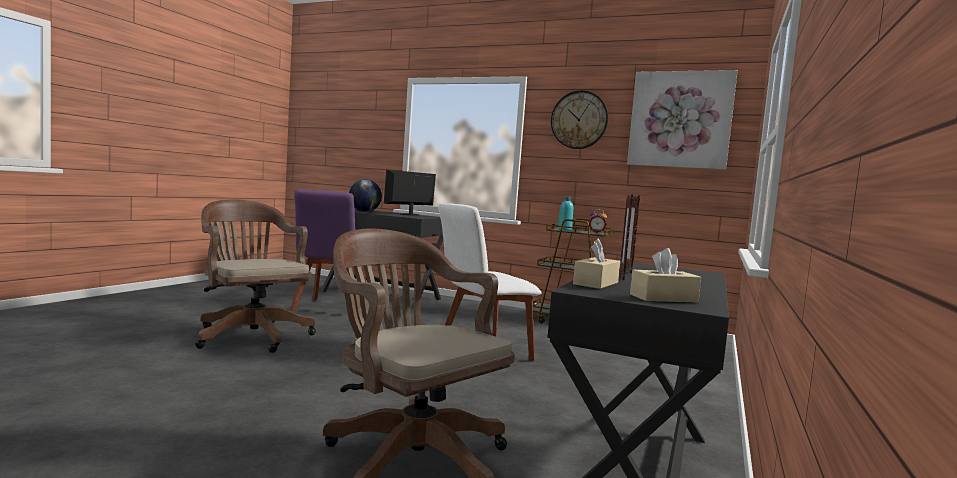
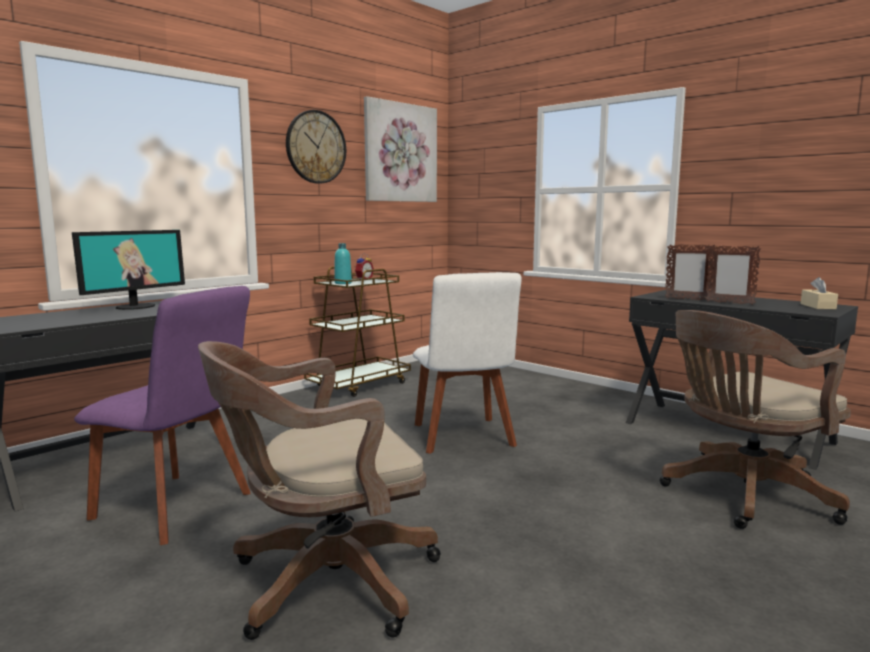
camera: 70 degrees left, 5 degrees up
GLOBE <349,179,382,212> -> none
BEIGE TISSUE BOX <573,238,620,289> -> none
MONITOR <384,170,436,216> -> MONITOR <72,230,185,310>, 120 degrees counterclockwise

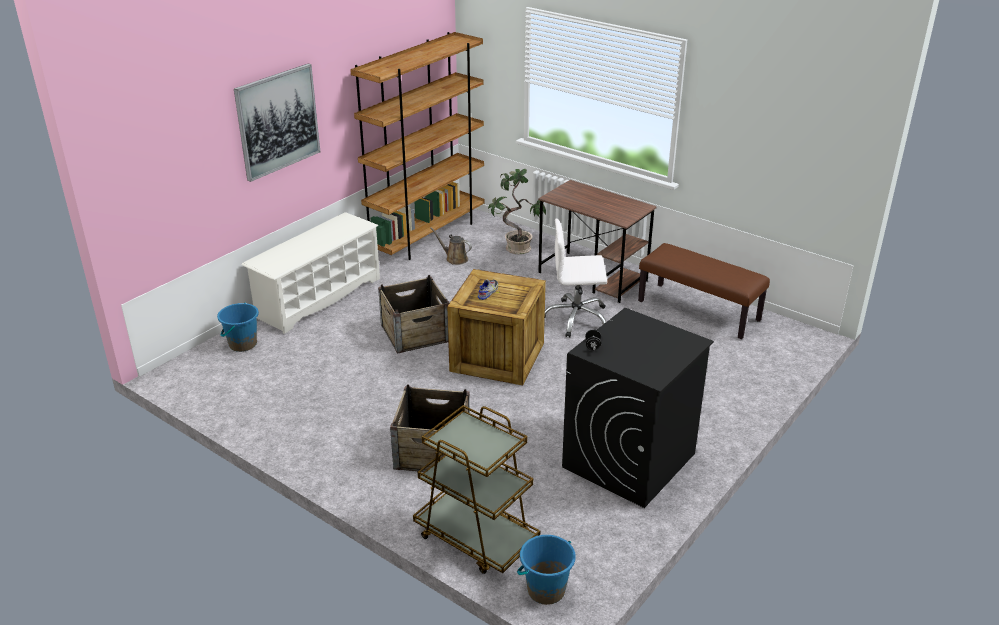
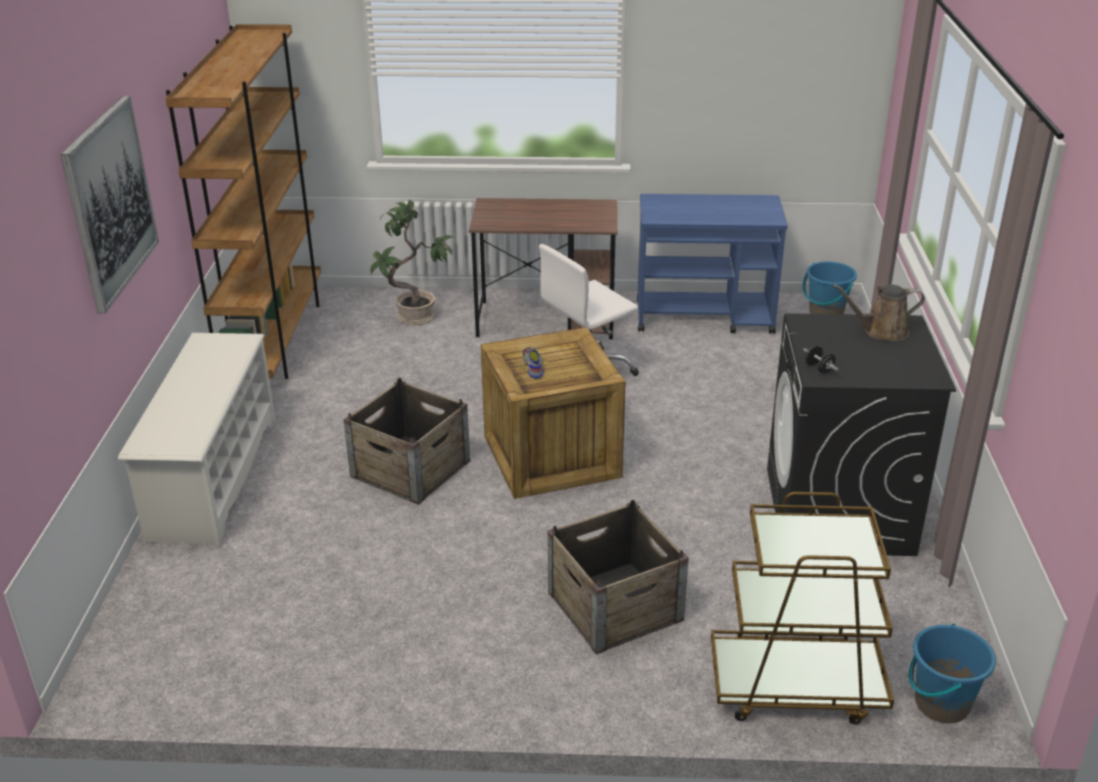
camera: 35 degrees left, 0 degrees up
BLUE BUCKET <217,303,259,352> -> BLUE BUCKET <803,261,857,314>, move
BROWN WATERING CAN <430,227,472,265> -> BROWN WATERING CAN <833,284,925,341>, move
BROWN BENCH <638,243,770,339> -> BLUE CART <637,194,788,334>

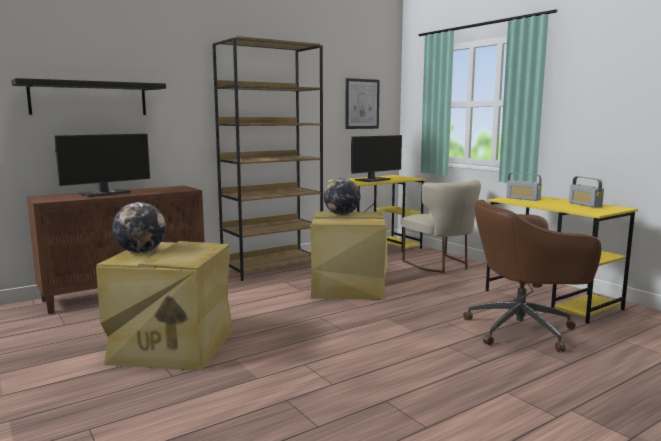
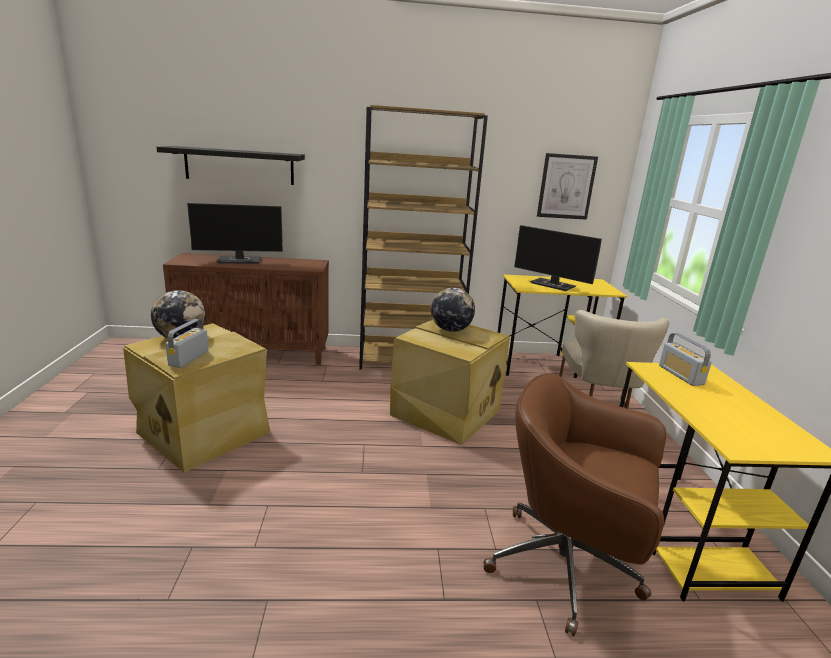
camera: 30 degrees right, 10 degrees up
RADIO <569,176,604,208> -> RADIO <166,319,209,368>, move
MONITOR <351,135,402,182> -> MONITOR <514,225,602,291>, 45 degrees clockwise

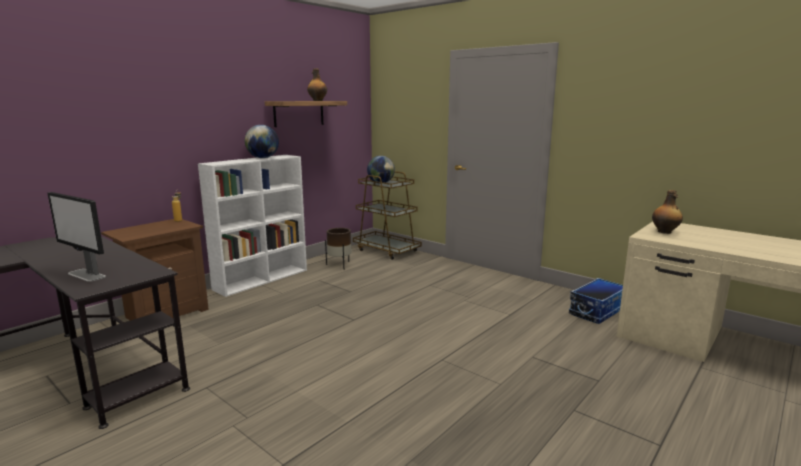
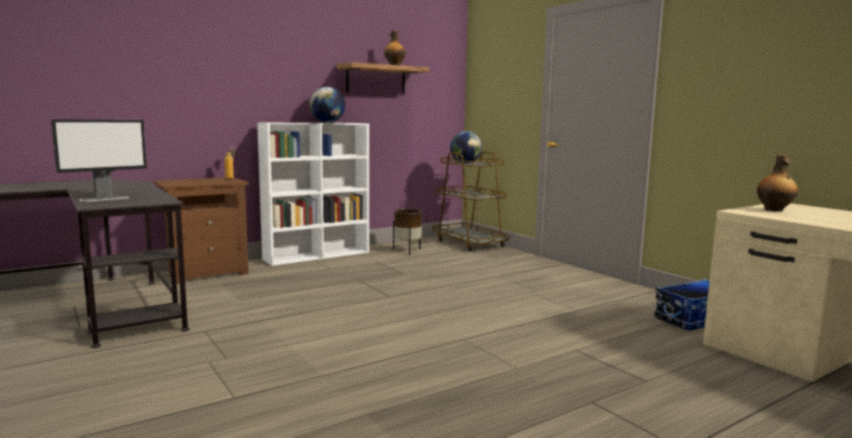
camera: 15 degrees right, 5 degrees down
MONITOR <47,192,106,282> -> MONITOR <51,119,147,202>, 90 degrees counterclockwise

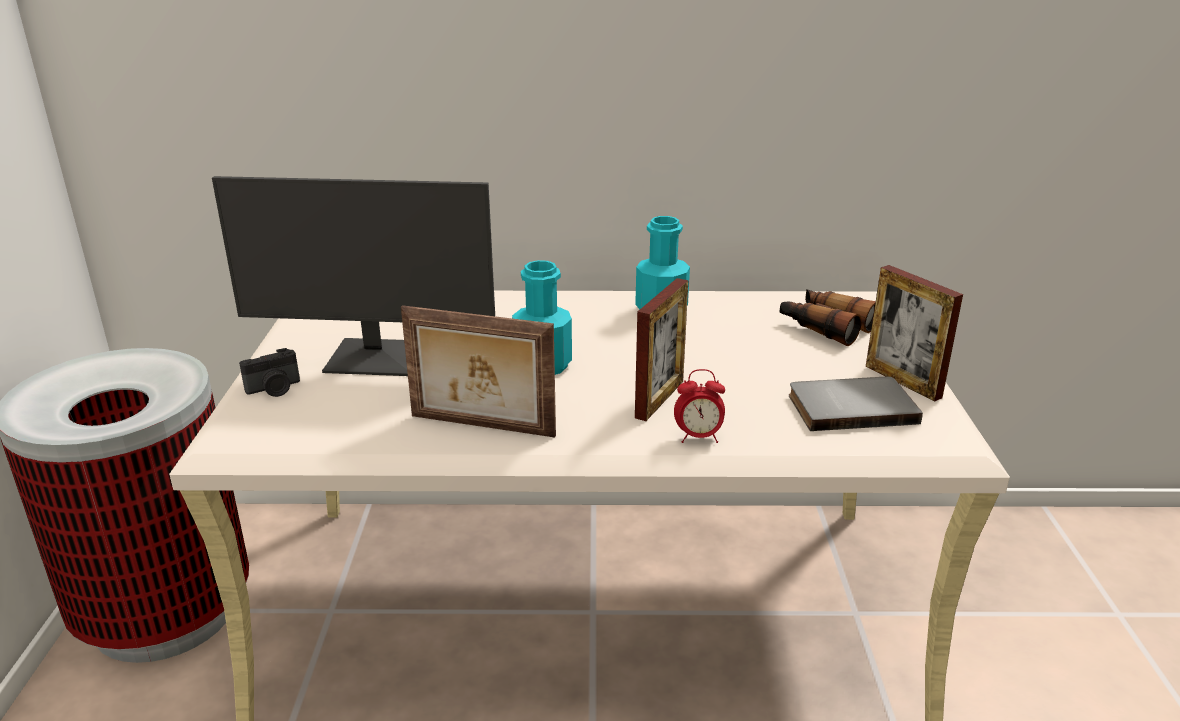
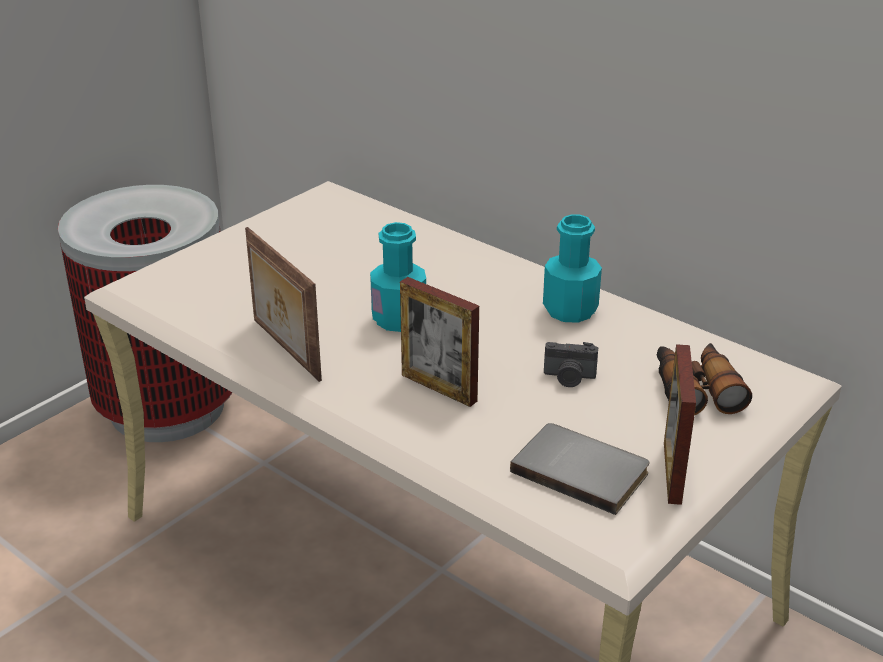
camera: 40 degrees right, 5 degrees up
MONITOR <212,176,495,376> -> none
ALARM CLOCK <674,369,725,443> -> none
PHOTO CAMERA <239,348,300,397> -> PHOTO CAMERA <544,342,598,387>, move
PICTURE FRAME <635,278,688,421> -> PICTURE FRAME <400,277,479,407>, 60 degrees clockwise

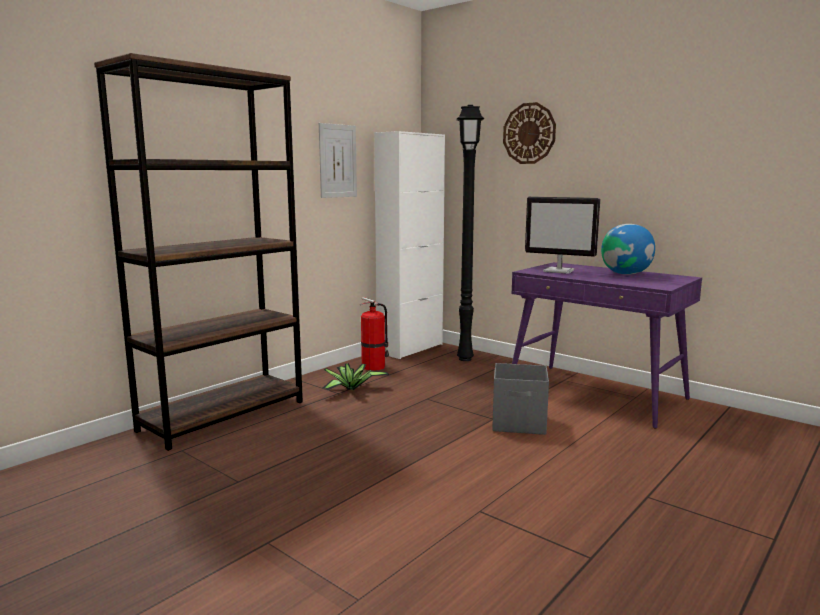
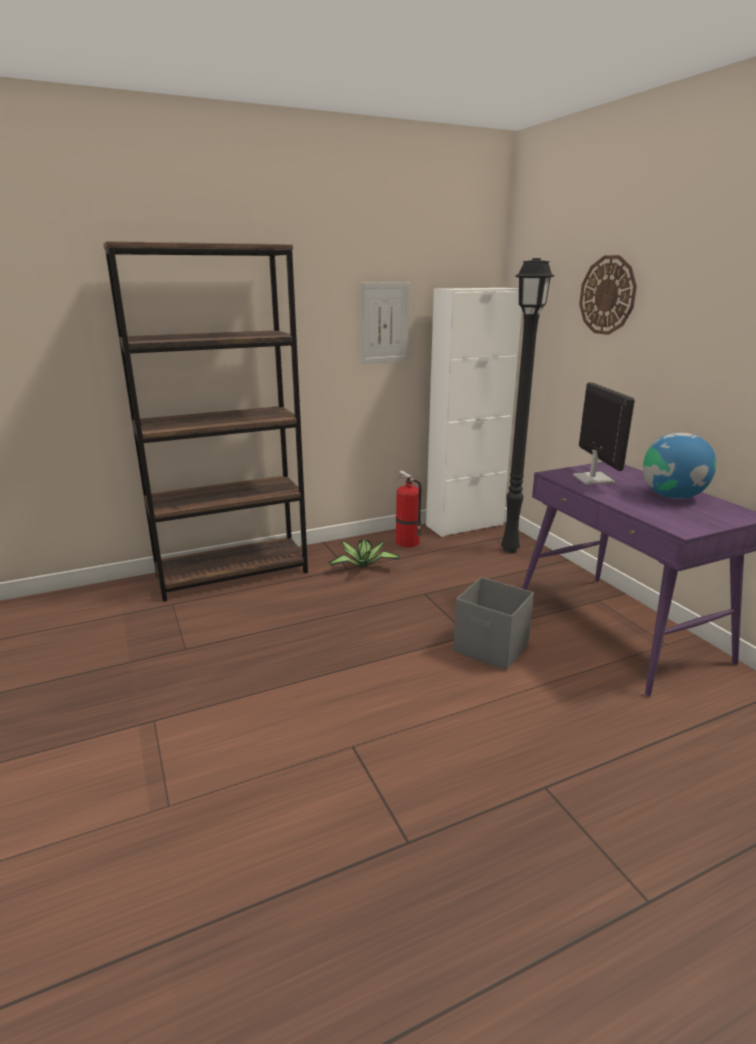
camera: 25 degrees right, 10 degrees up
MONITOR <525,197,600,274> -> MONITOR <573,382,635,485>, 150 degrees counterclockwise

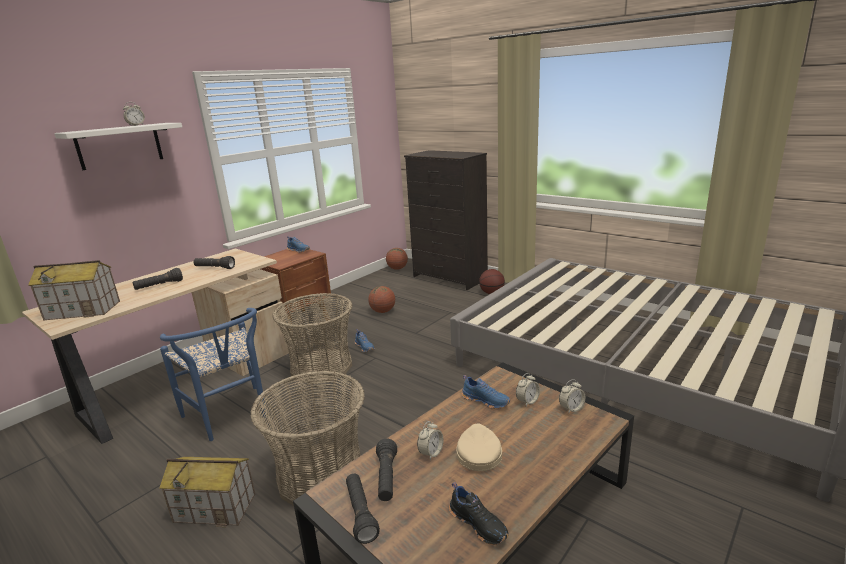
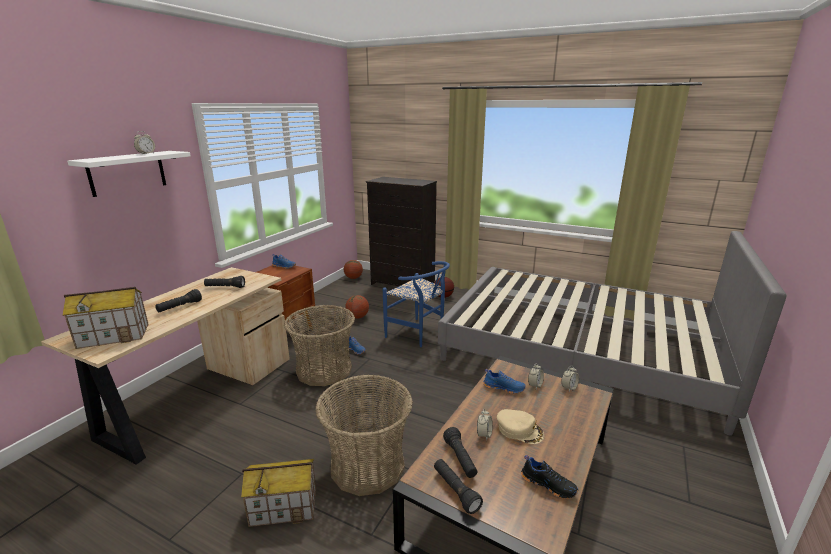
camera: 15 degrees left, 0 degrees up
BLUE CHAIR <160,308,267,441> -> BLUE CHAIR <383,261,450,347>, move
BEIGE CAP <456,424,502,471> -> BEIGE CAP <497,409,544,444>, 135 degrees clockwise

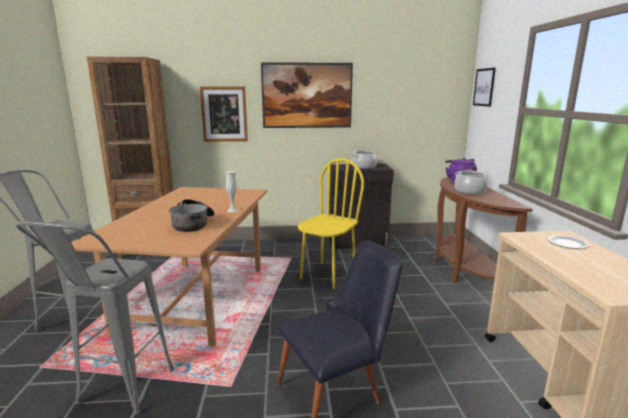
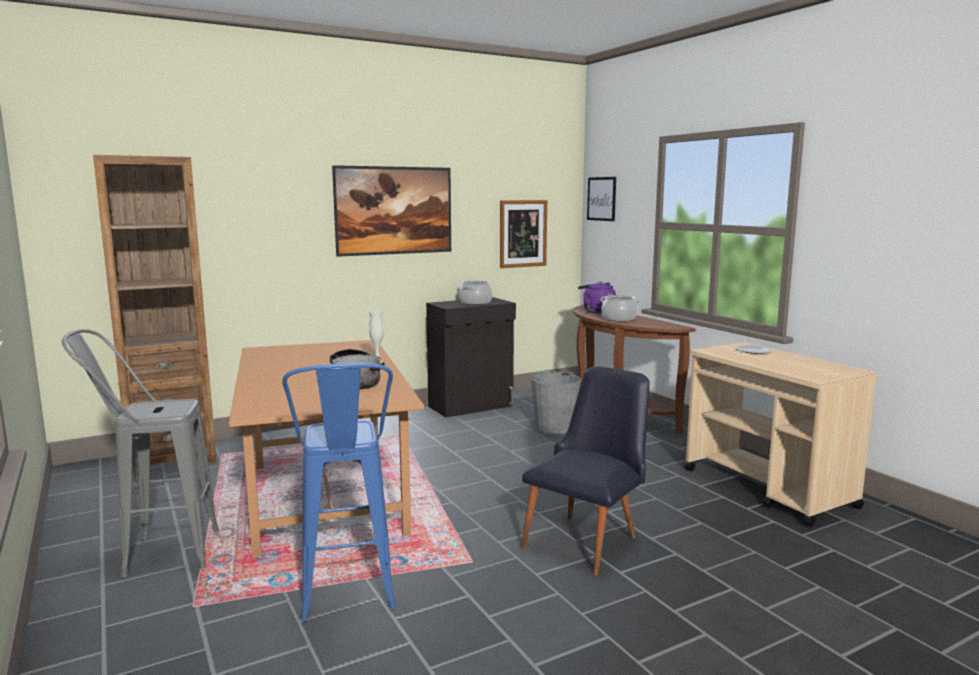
camera: 25 degrees left, 5 degrees down
YELLOW CHAIR <298,158,364,289> -> none
none -> GREY BUCKET <531,371,581,434>
PICTURE <200,86,248,142> -> PICTURE <500,200,547,268>, move
GREY STOOL <16,221,174,415> -> BLUE STOOL <282,363,396,621>

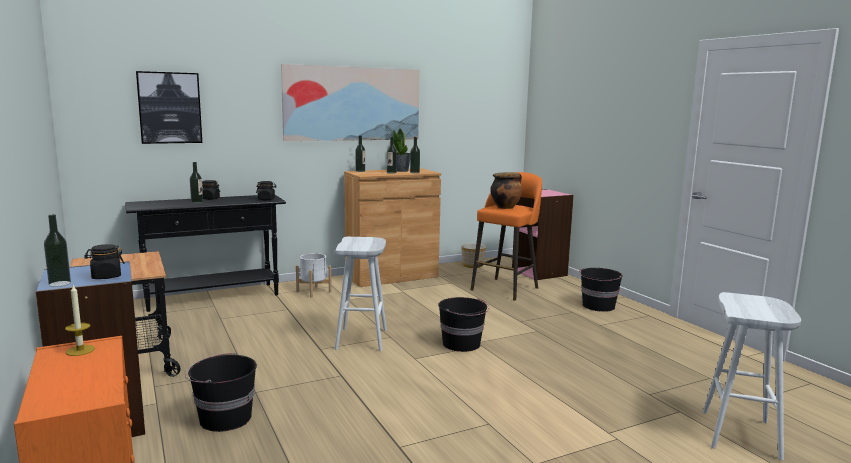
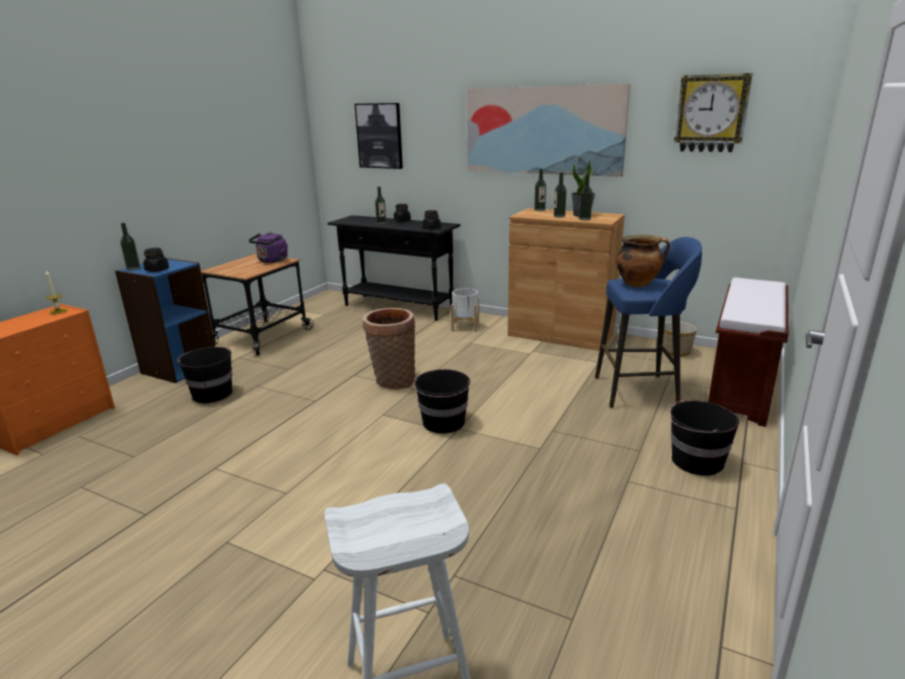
camera: 55 degrees right, 10 degrees up
none -> PURPLE KETTLE <249,232,288,263>
none -> WALL CLOCK <674,73,753,152>
WHITE STOOL <334,237,387,351> -> BASKET <362,308,415,390>
PINK BOOKCASE <512,189,574,280> -> BROWN BENCH <708,278,789,427>
ORANGE STOOL <471,172,542,301> -> BLUE STOOL <595,237,702,408>

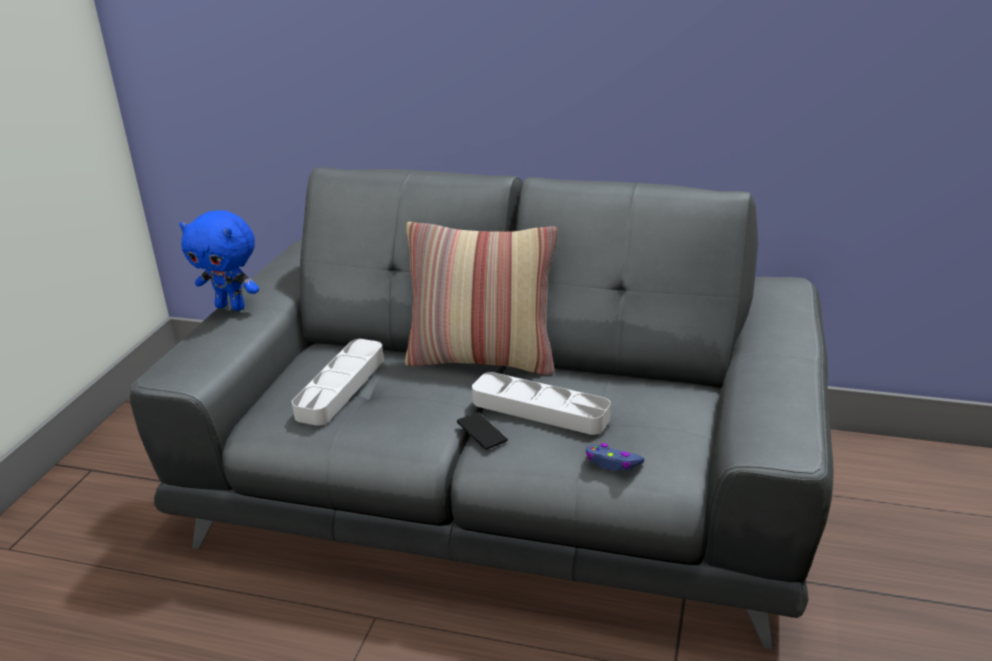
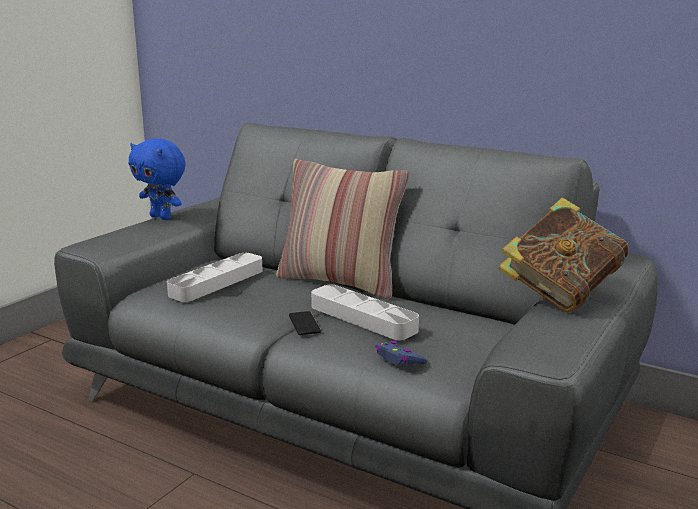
camera: 15 degrees right, 10 degrees down
none -> BOOK <498,197,629,312>

